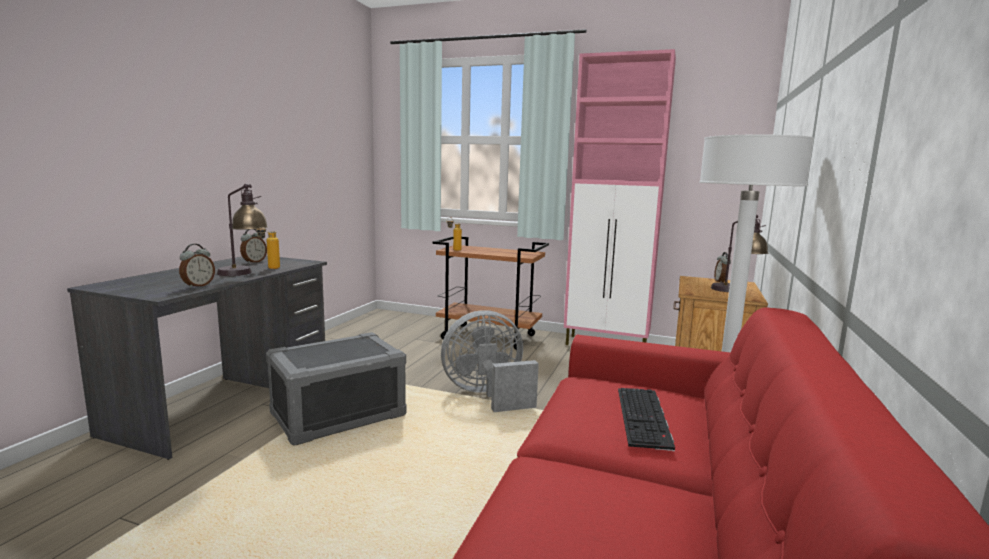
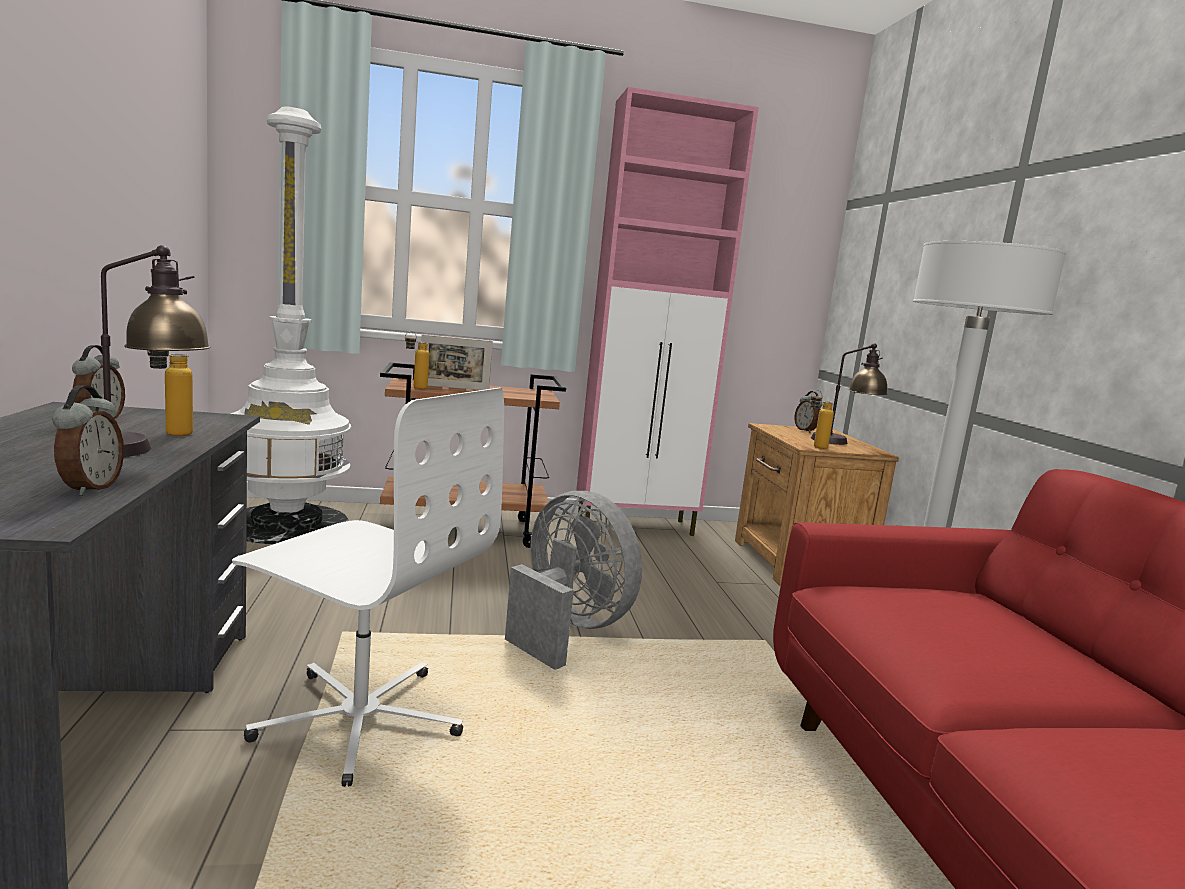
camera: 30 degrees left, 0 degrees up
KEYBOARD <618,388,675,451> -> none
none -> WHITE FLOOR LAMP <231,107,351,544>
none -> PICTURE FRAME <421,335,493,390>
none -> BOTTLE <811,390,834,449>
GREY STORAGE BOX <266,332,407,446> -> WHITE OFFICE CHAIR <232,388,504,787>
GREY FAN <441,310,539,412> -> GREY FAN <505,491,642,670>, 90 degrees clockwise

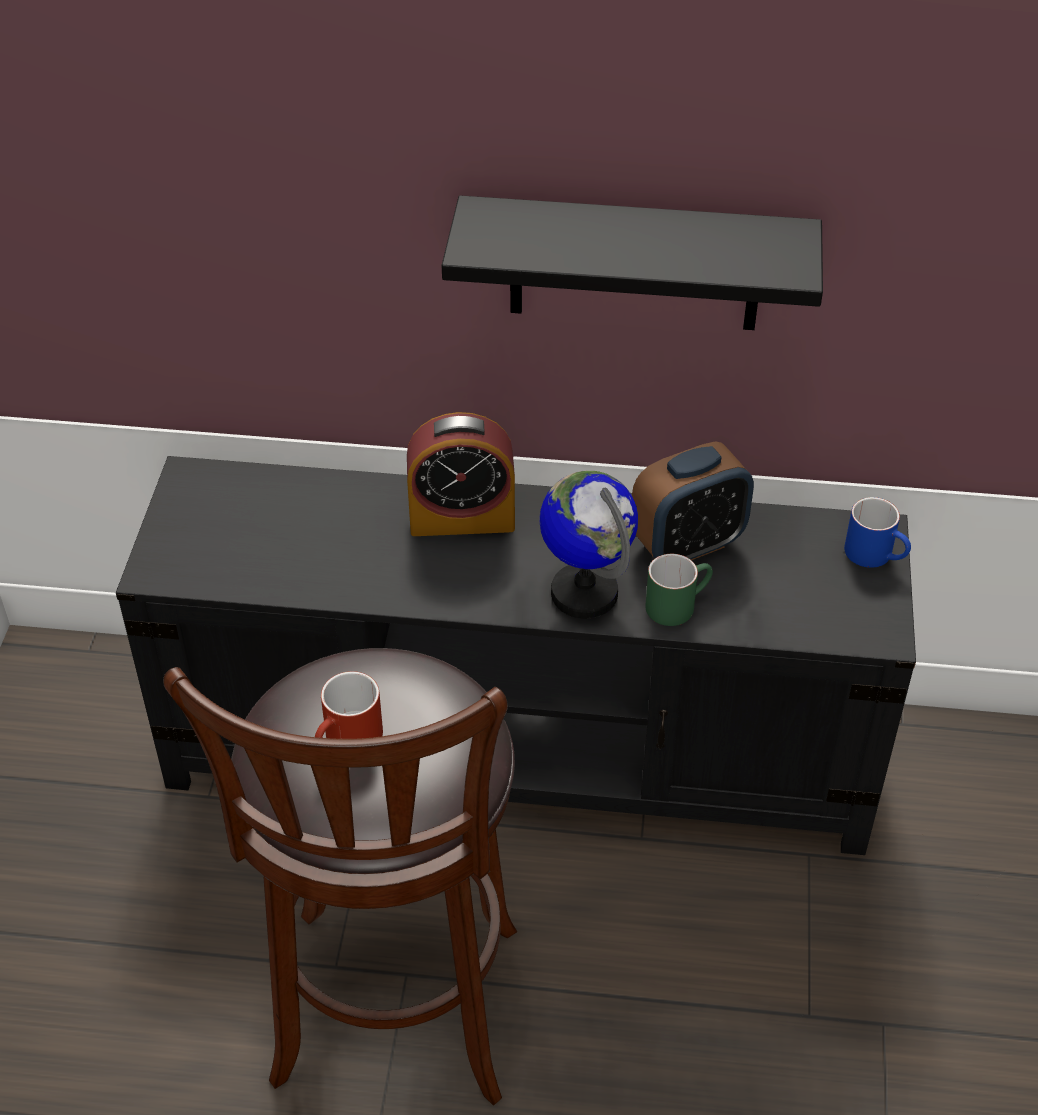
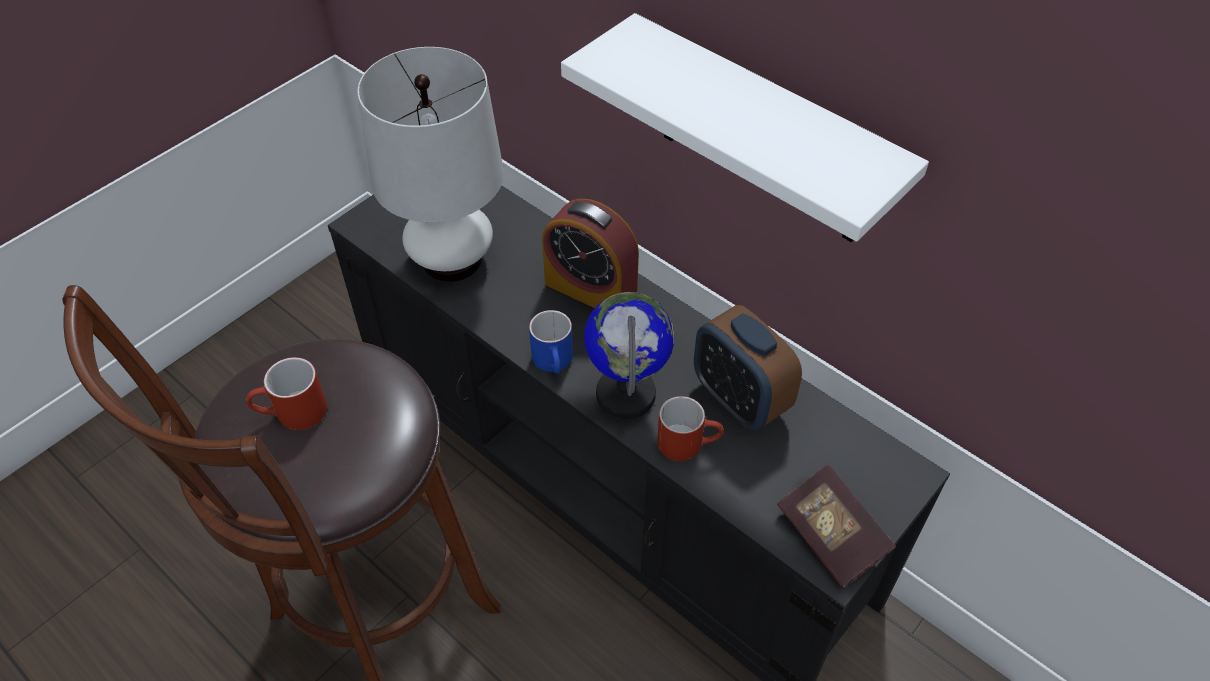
camera: 35 degrees right, 5 degrees up
none -> WHITE TABLE LAMP <357,47,504,282>
none -> BOOK <777,464,896,588>
BLUE MUG <844,497,911,568> -> BLUE MUG <529,310,573,373>, move
BLACK SHELF <442,195,823,330> -> WHITE SHELF <561,13,929,242>
GREEN MUG <645,554,713,626> -> RED MUG <657,396,724,461>
ALARM CLOCK <632,441,754,560> -> ALARM CLOCK <694,305,802,430>, 45 degrees clockwise

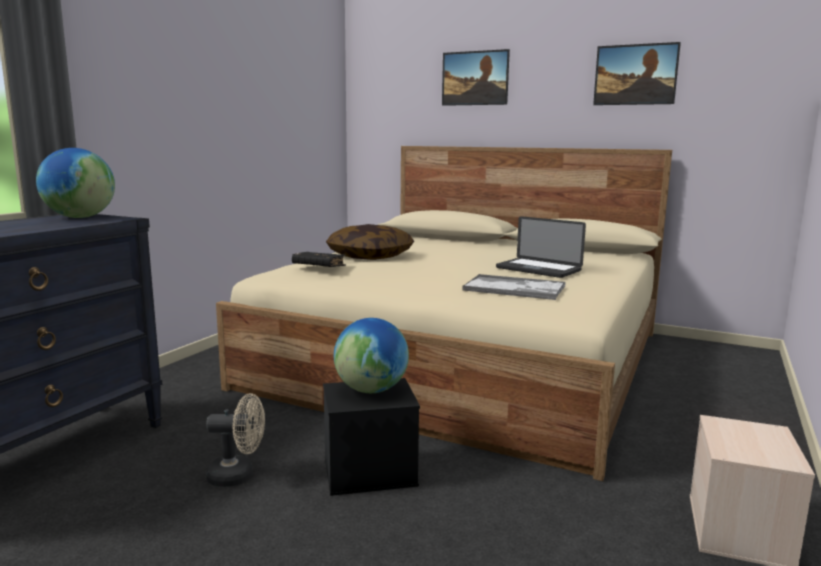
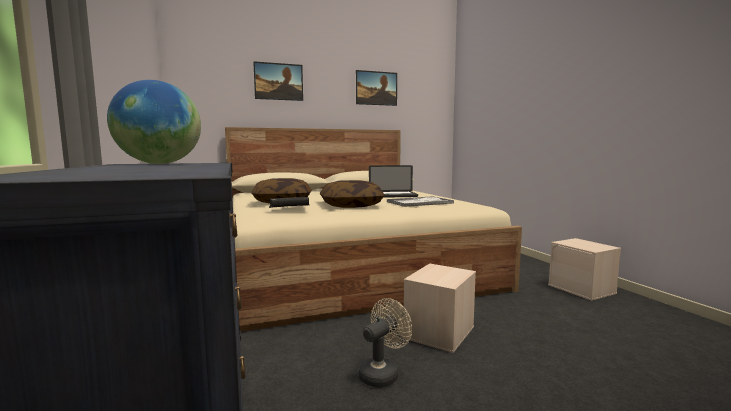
camera: 45 degrees left, 5 degrees down
GLOBE <334,318,409,393> -> none
none -> PILLOW <320,180,385,208>
BLACK STORAGE BOX <323,378,420,496> -> BEIGE STORAGE BOX <404,263,476,353>

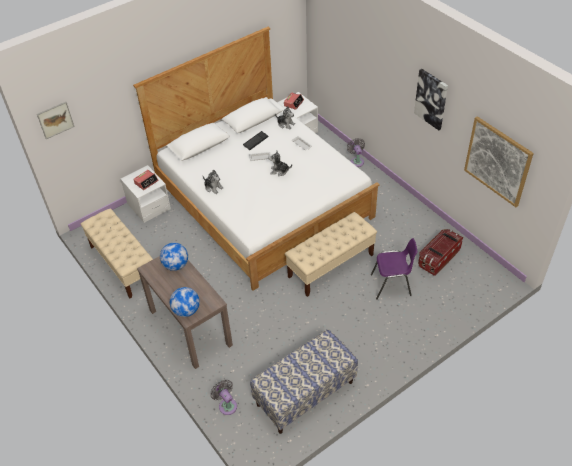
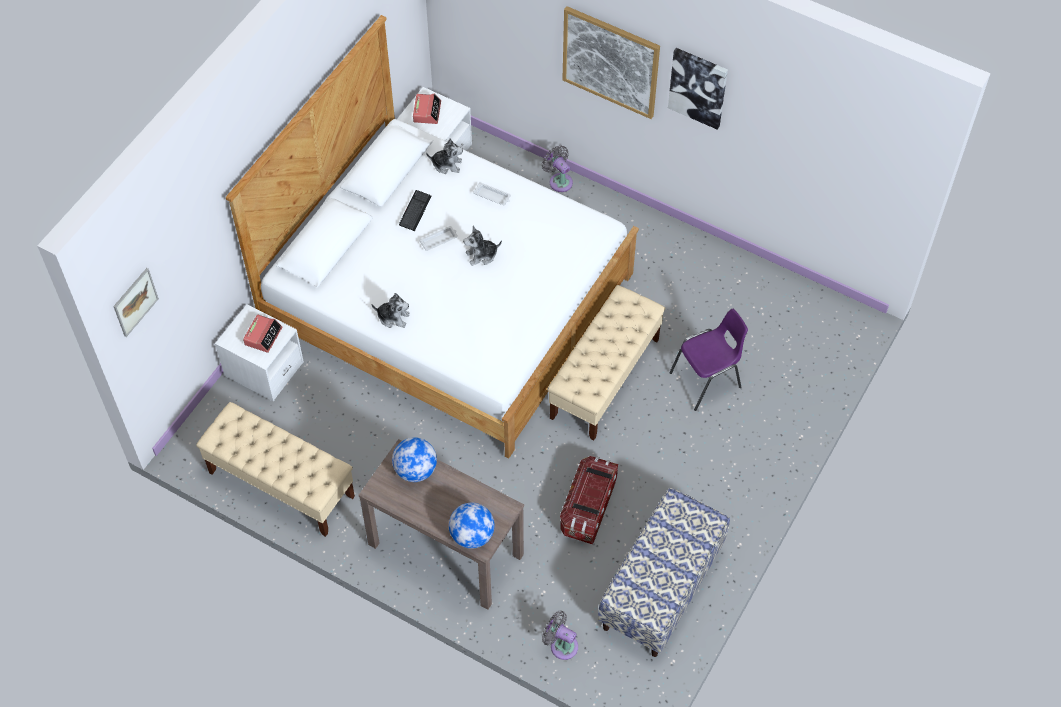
camera: 25 degrees left, 10 degrees up
STORAGE BOX <418,229,463,276> -> STORAGE BOX <560,456,618,544>, move
PICTURE <464,116,534,207> -> PICTURE <562,6,660,119>, move

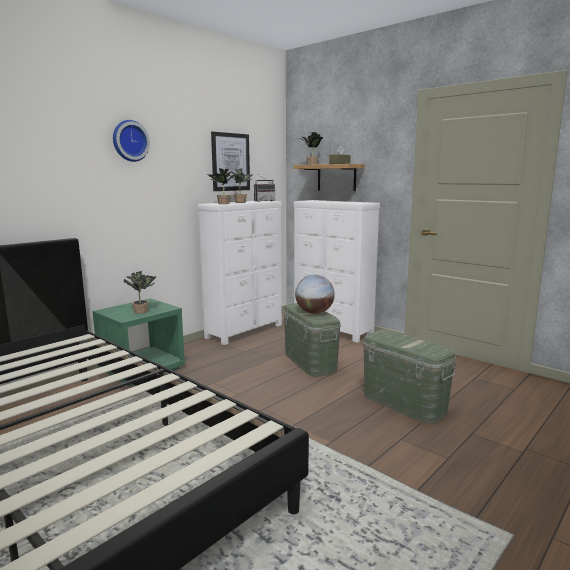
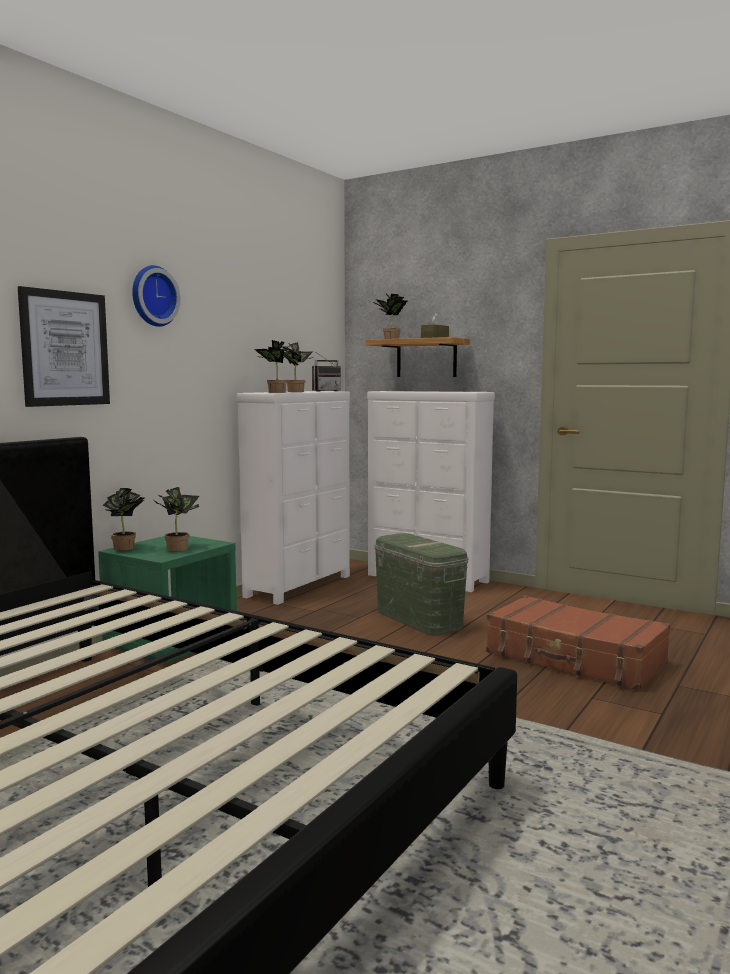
camera: 10 degrees left, 5 degrees down
GLOBE <295,275,335,314> -> none
none -> POTTED PLANT <102,488,144,551>
PICTURE <211,132,250,191> -> PICTURE <18,286,110,407>, move
GREEN STORAGE BOX <362,330,457,424> -> BROWN SUITCASE <486,595,670,691>

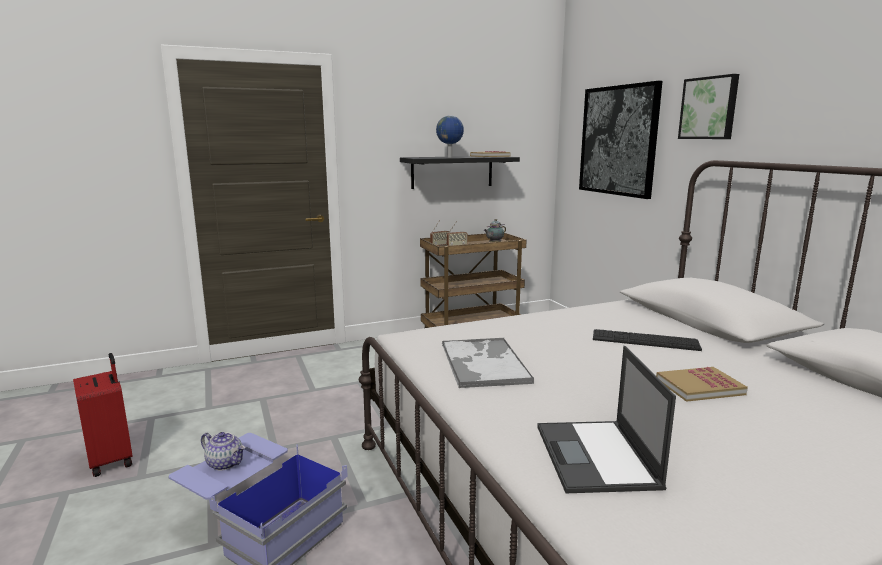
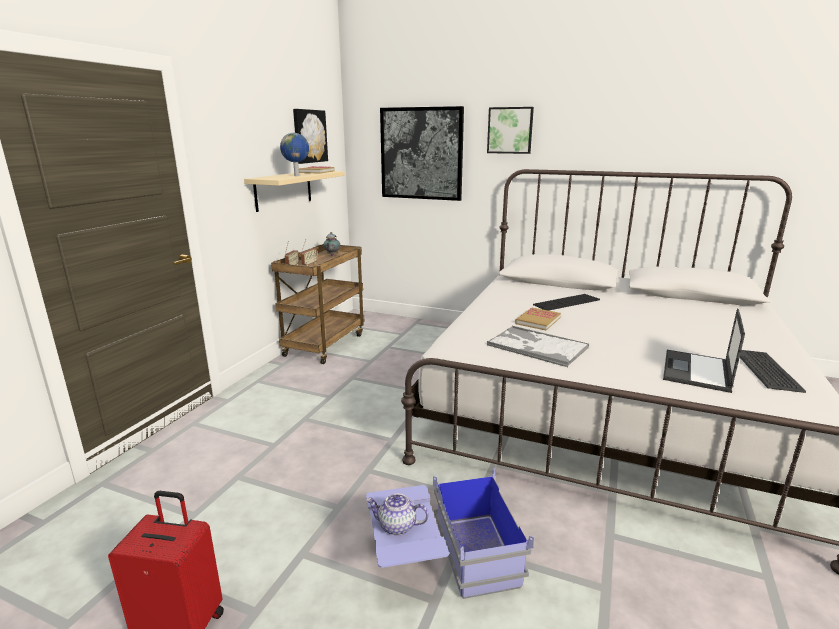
camera: 45 degrees left, 5 degrees up
none -> PICTURE <293,109,328,164>
none -> KEYBOARD <740,350,806,393>
BOOK <656,367,748,402> -> BOOK <515,308,561,330>, move
BLACK SHELF <400,156,520,189> -> BEIGE SHELF <244,171,345,212>
TEAPOT <201,432,245,471> -> TEAPOT <366,493,429,535>, 150 degrees counterclockwise
LAPTOP <538,346,676,493> -> LAPTOP <663,309,745,393>, 75 degrees clockwise

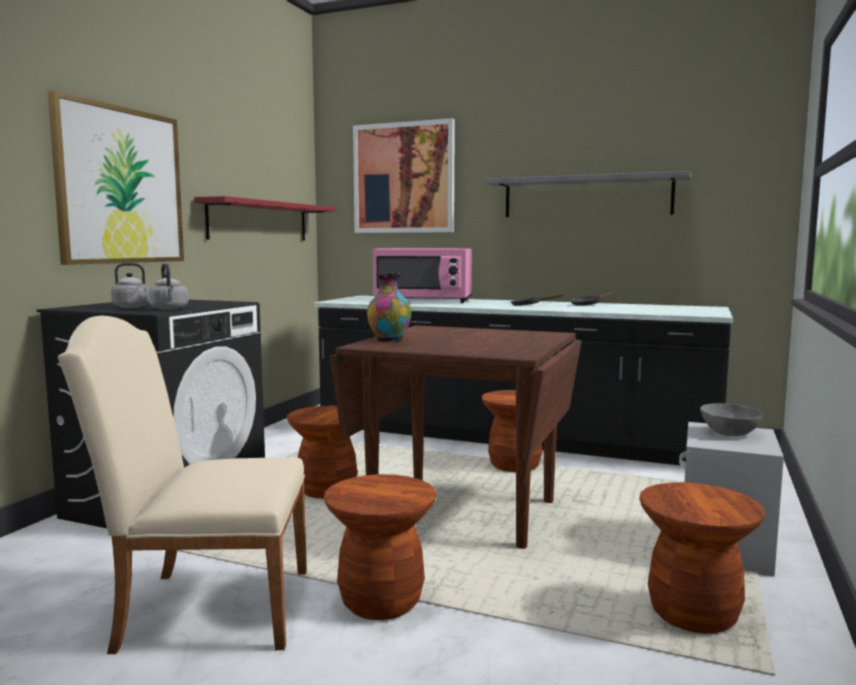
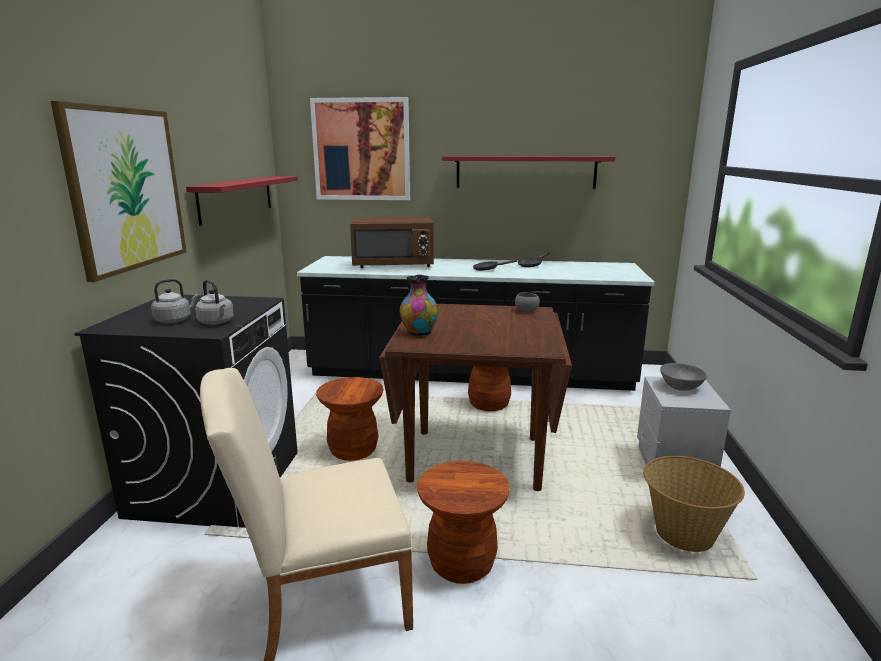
camera: 15 degrees left, 10 degrees up
none -> GREY BOWL <515,292,540,312>
BROWN STOOL <639,482,765,634> -> BASKET <643,456,745,552>
PINK MICROWAVE <373,248,472,303> -> BROWN MICROWAVE <350,217,434,268>
GREY SHELF <484,171,691,217> -> RED SHELF <442,156,615,189>

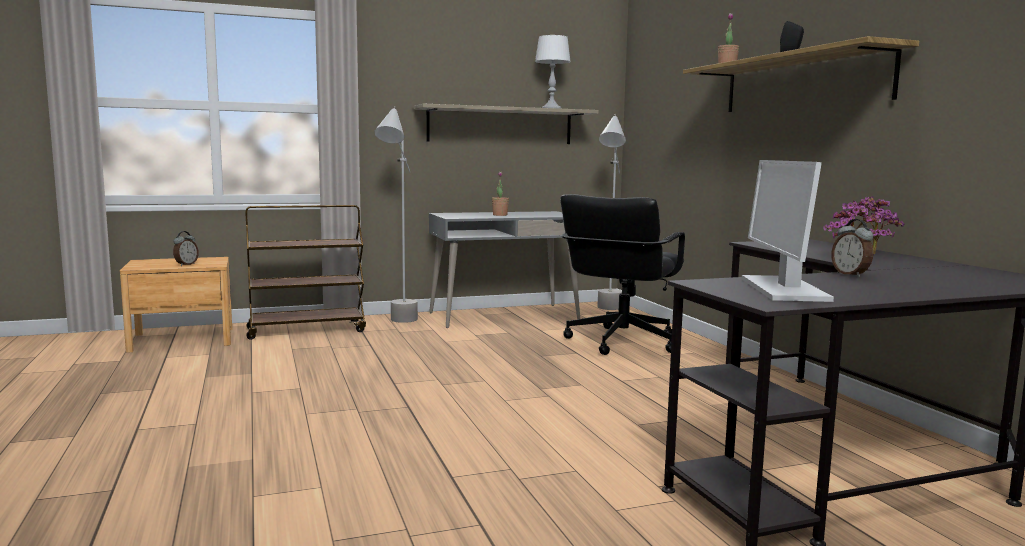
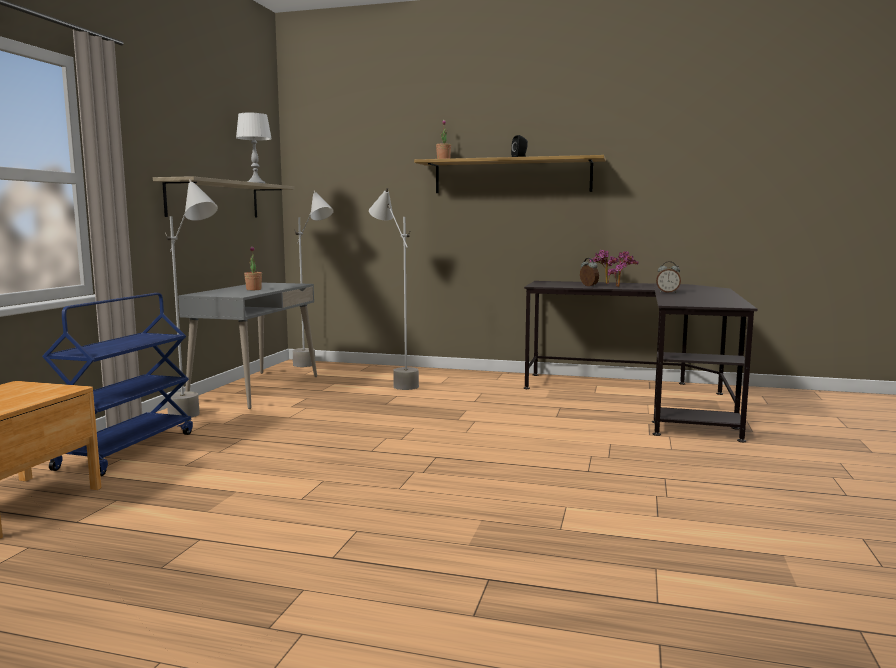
camera: 55 degrees left, 0 degrees up
MONITOR <742,160,834,302> -> none
ALARM CLOCK <173,231,199,266> -> ALARM CLOCK <580,258,599,287>, move
BLACK OFFICE CHAIR <560,194,685,355> -> GREY FLOOR LAMP <369,188,419,390>
BROWN CART <246,205,366,340> -> BLUE CART <42,293,193,476>

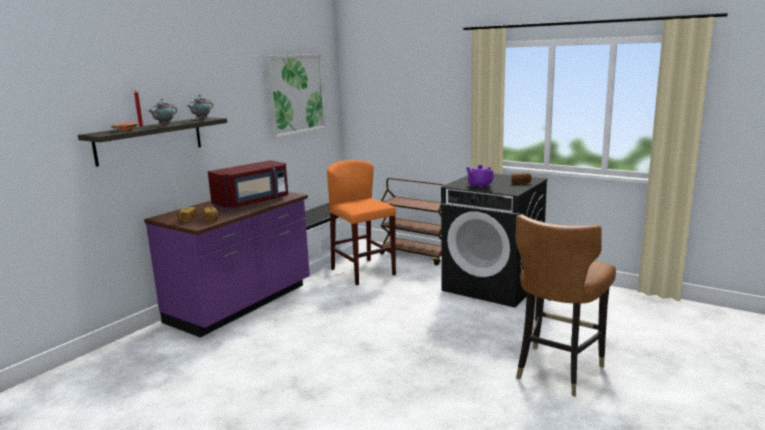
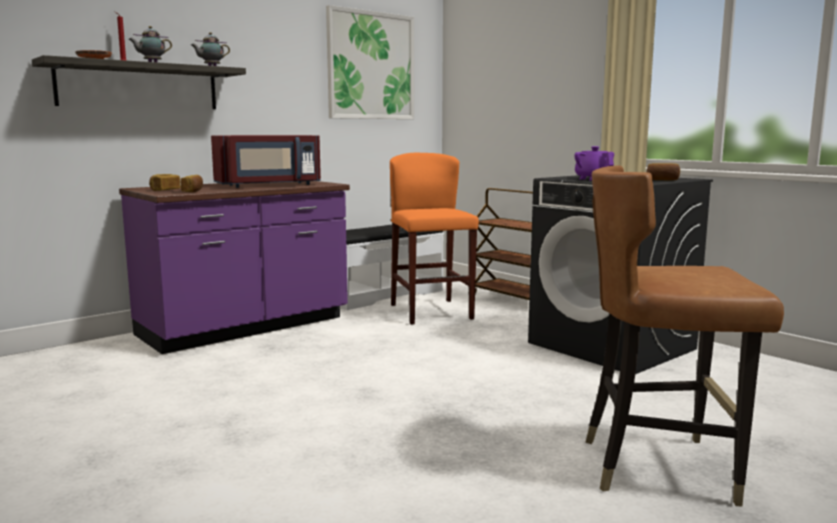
camera: 15 degrees right, 5 degrees down
BROWN CHAIR <515,214,616,396> -> BROWN CHAIR <586,165,784,506>, 45 degrees clockwise

